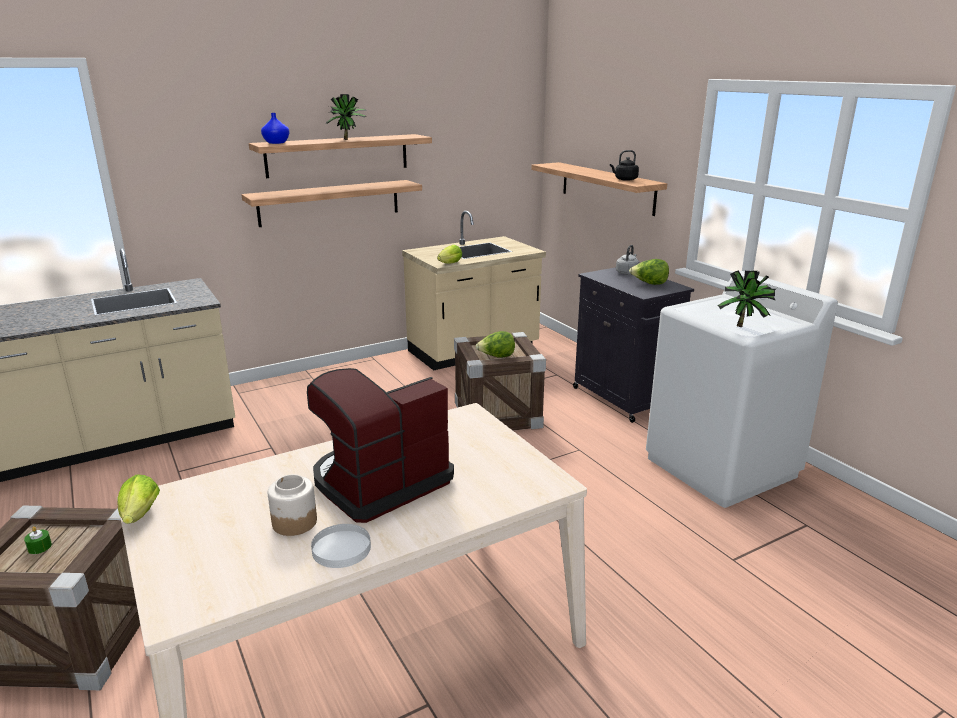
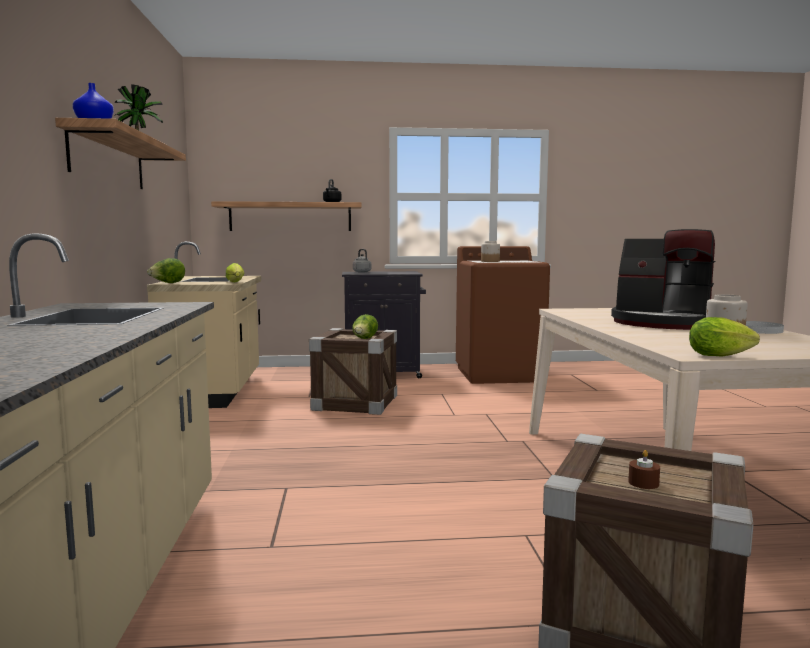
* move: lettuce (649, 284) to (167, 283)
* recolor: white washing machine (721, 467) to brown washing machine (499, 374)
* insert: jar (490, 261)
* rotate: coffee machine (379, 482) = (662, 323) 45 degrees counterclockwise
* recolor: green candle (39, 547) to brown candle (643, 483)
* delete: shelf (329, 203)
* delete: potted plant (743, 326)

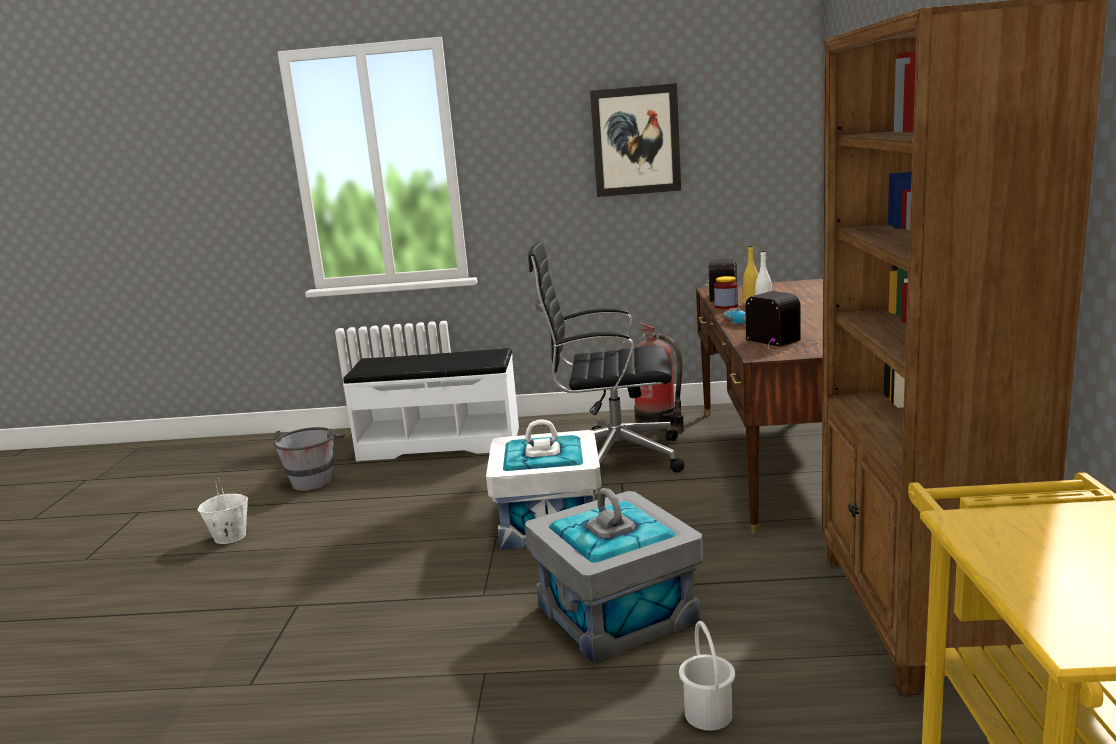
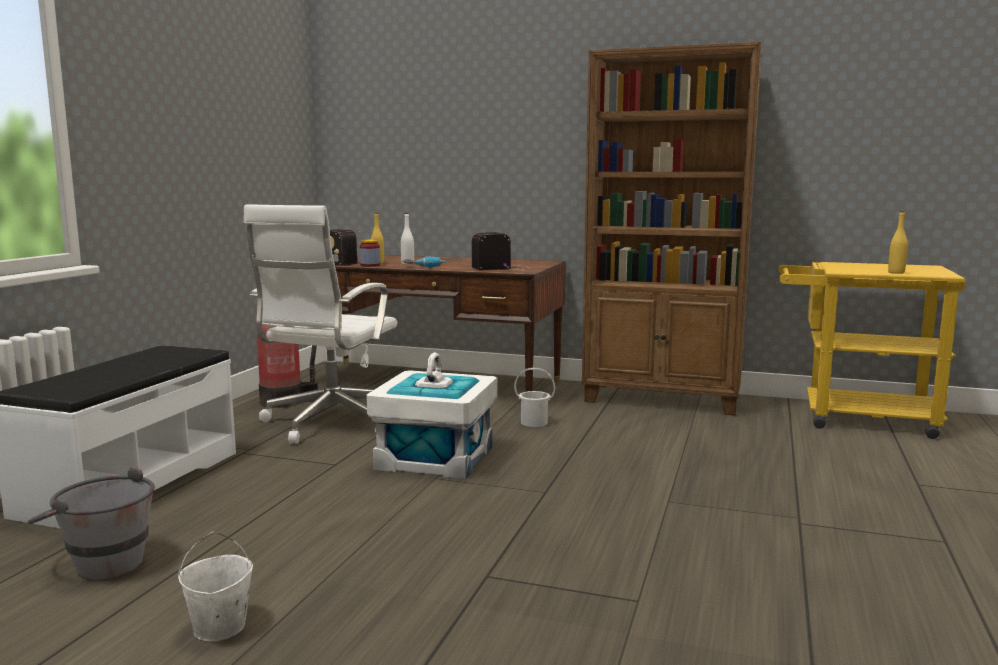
* recolor: black office chair (612, 458) to white office chair (329, 423)
* move: white bucket (709, 714) to (534, 422)
* insert: yellow bottle (896, 272)
* delete: grey storage box (617, 614)
* delete: picture (636, 141)

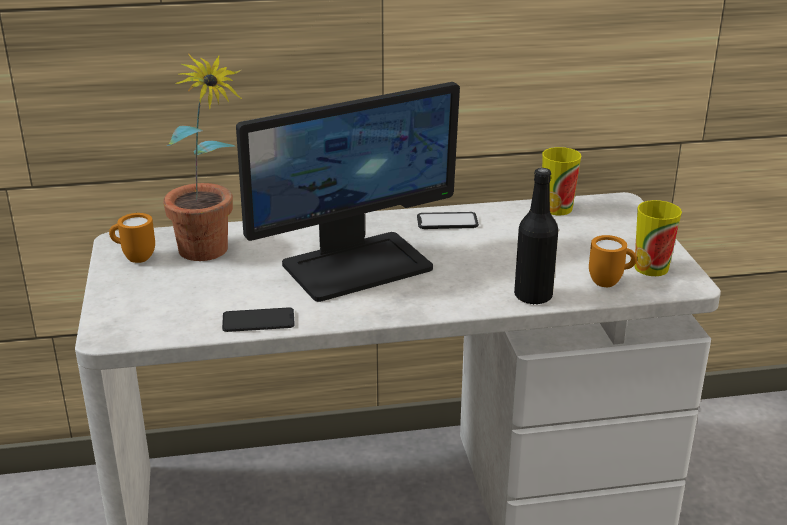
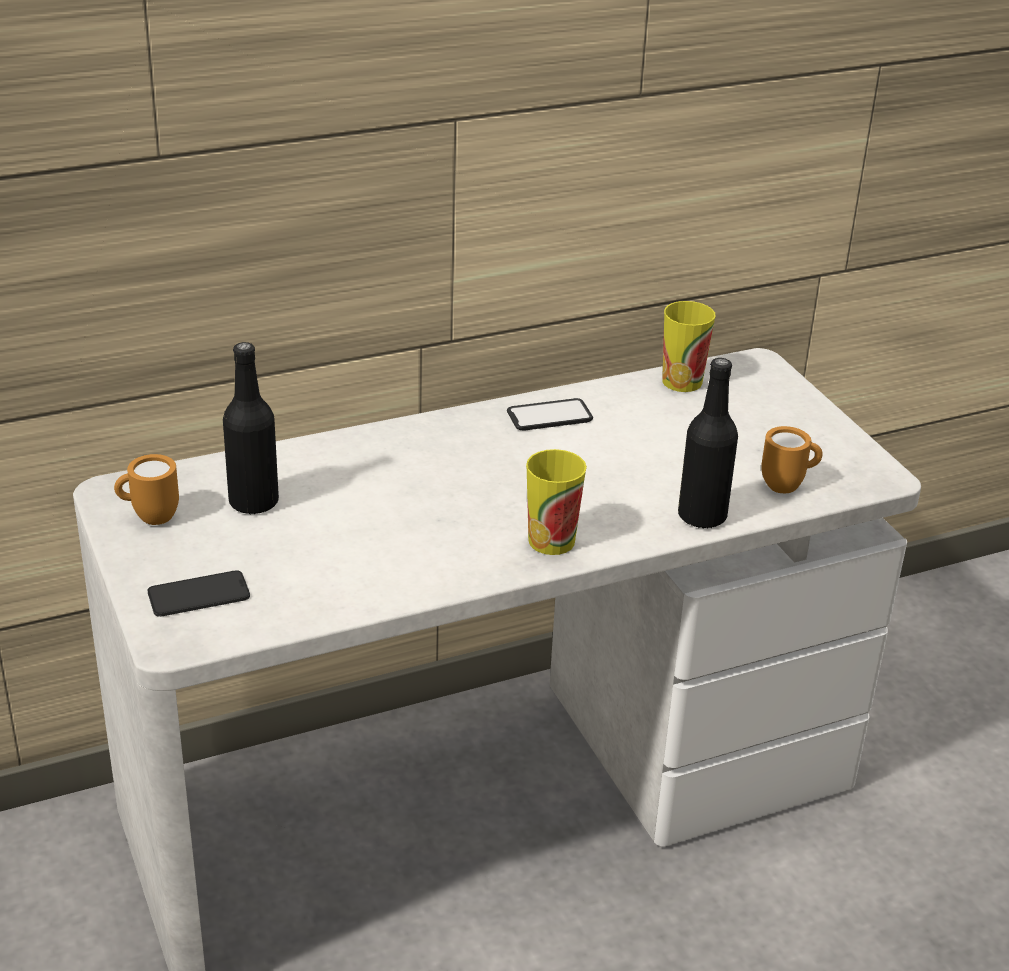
* move: phone (258, 321) to (199, 595)
* replace: potted plant (210, 255) to black bottle (253, 502)
* move: cup (651, 268) to (551, 541)
* delete: monitor (356, 265)

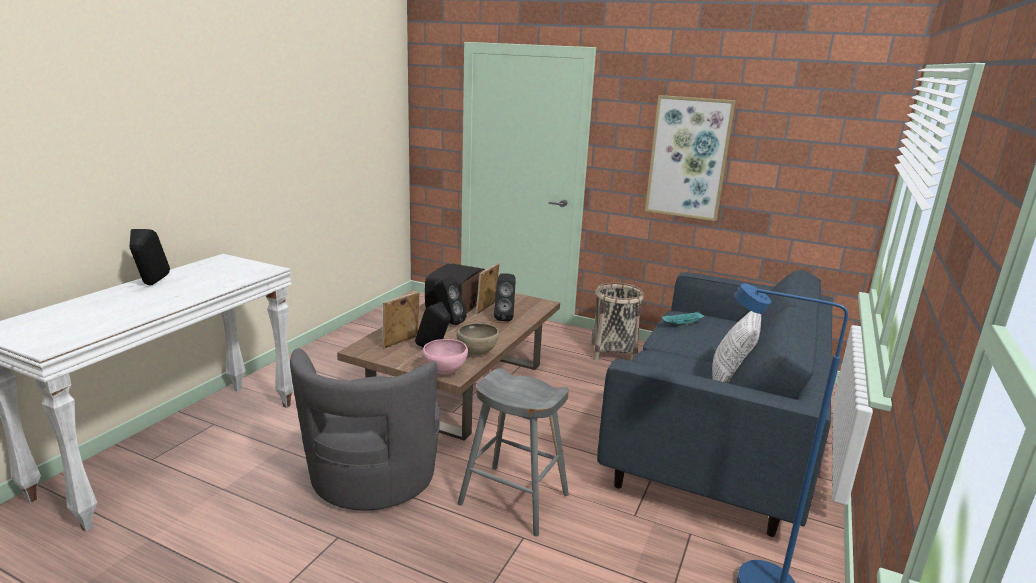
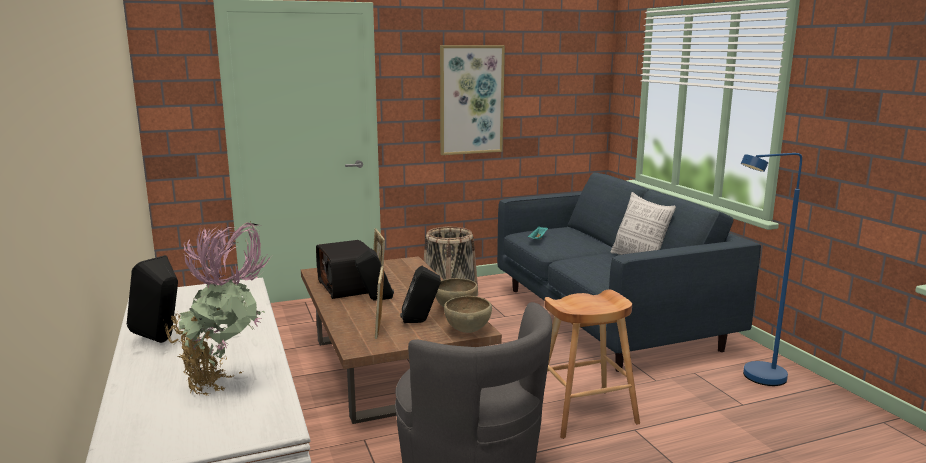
* insert: potted plant (226, 383)
* recolor: pink bowl (445, 372) to brown bowl (467, 331)
* recolor: grey stool (514, 499) to brown stool (585, 413)
* delete: black speaker (505, 318)

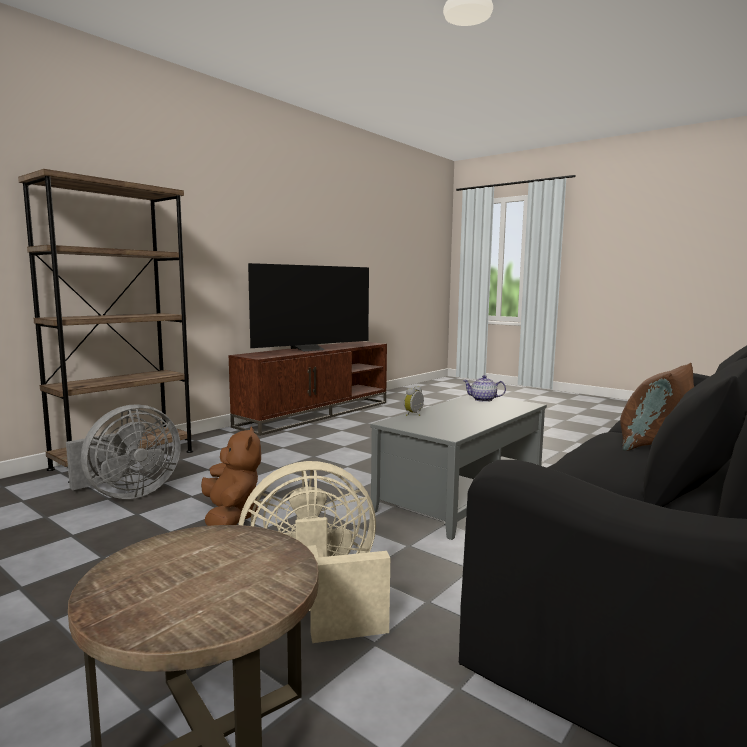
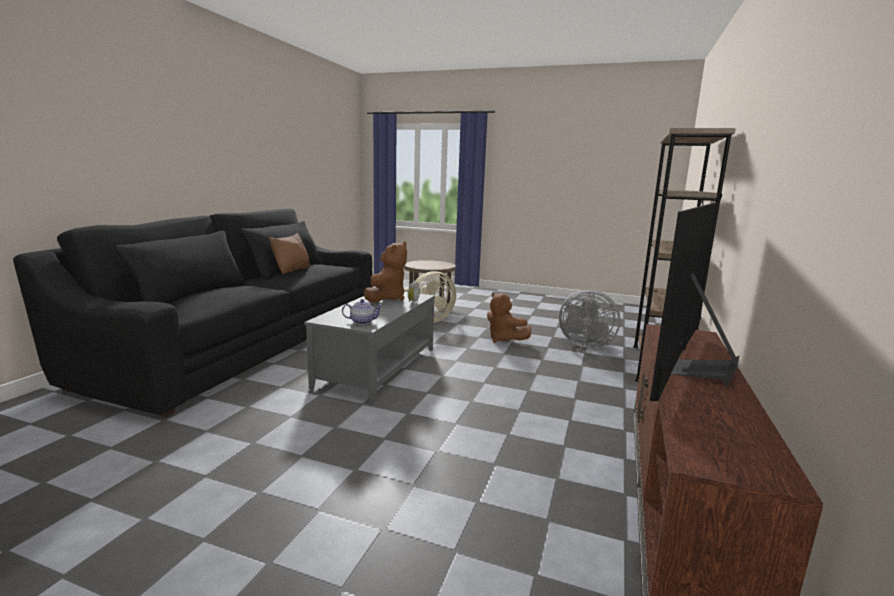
* insert: brown plush toy (386, 298)
* rotate: grey fan (127, 494) = (584, 344) 90 degrees counterclockwise

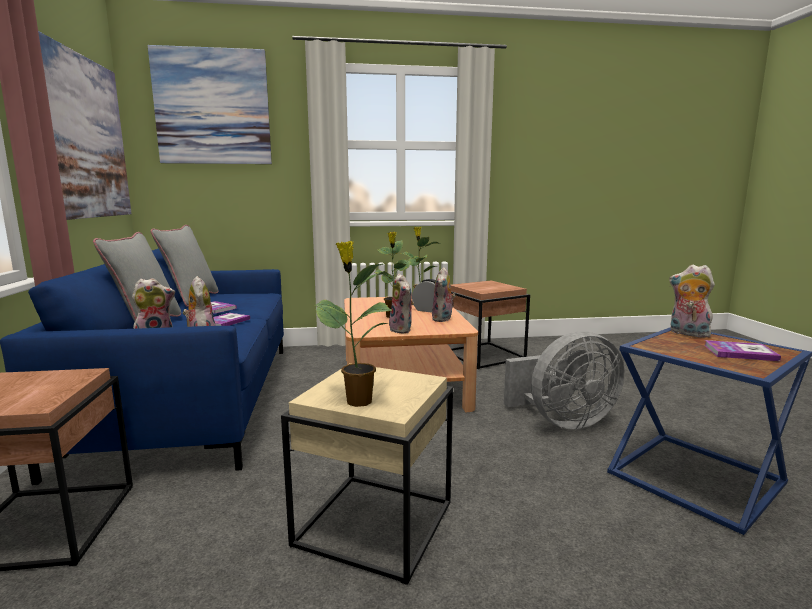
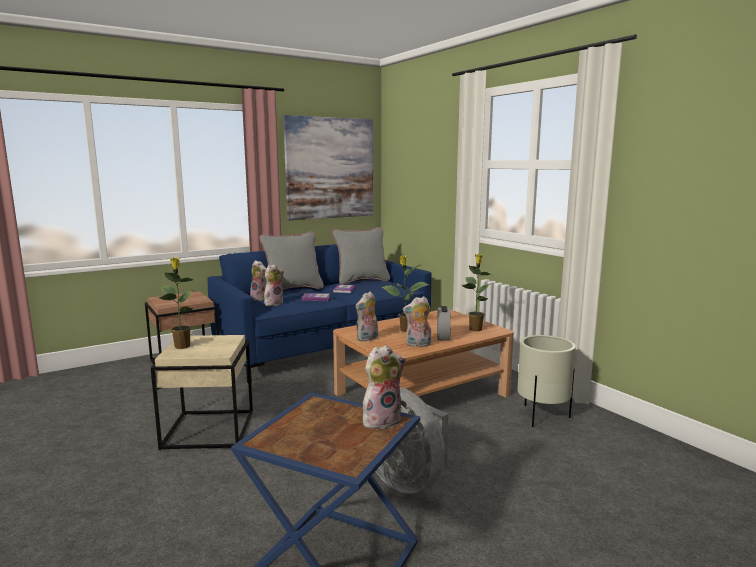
* rotate: plush toy (687, 334) = (381, 420) 45 degrees clockwise
* replace: brown side table (484, 355) to beige planter (542, 416)
* delete: picture (212, 107)
* delete: book (740, 352)

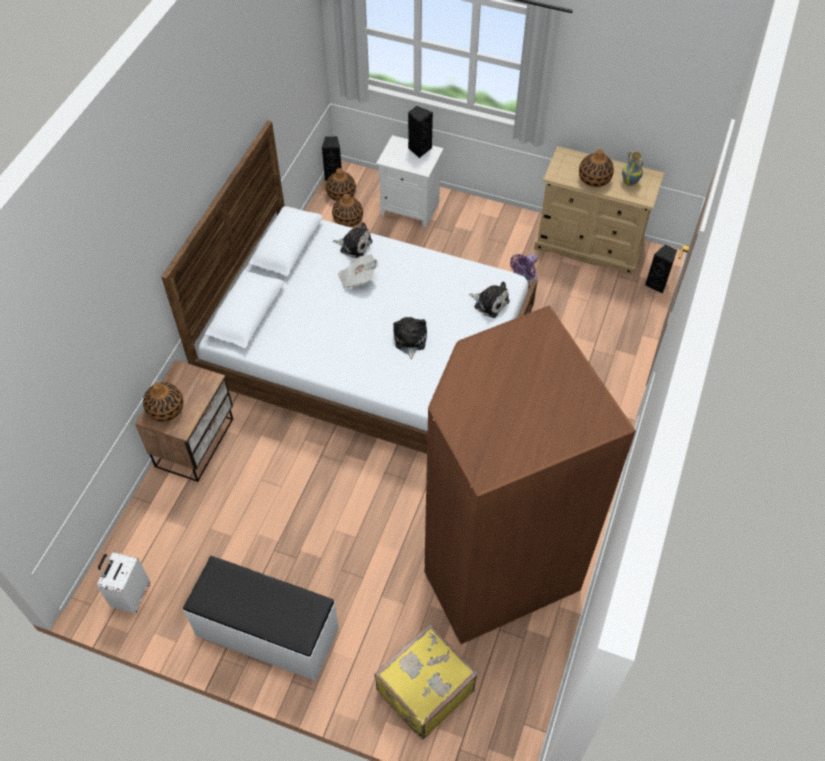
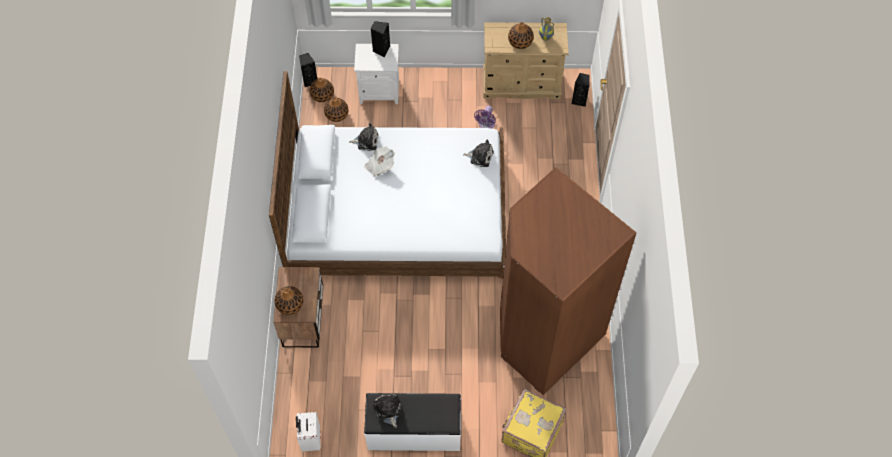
* move: plush toy (409, 341) to (388, 410)

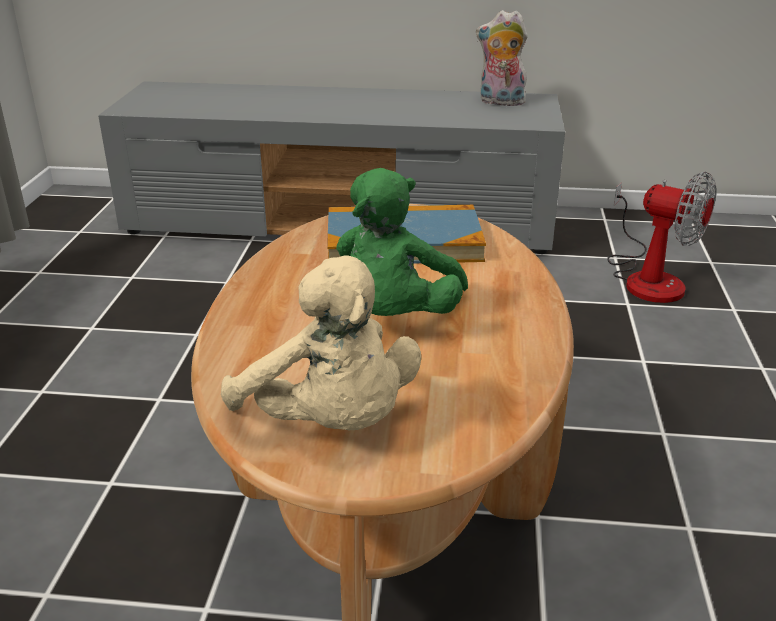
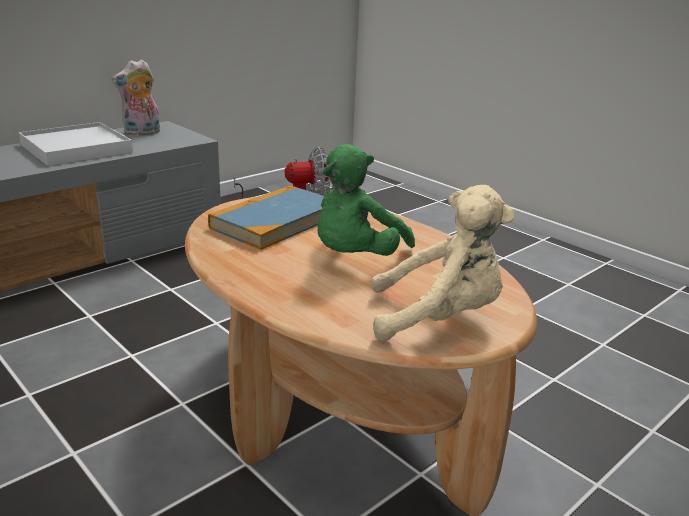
* insert: white tray (76, 148)
* rotate: green plush toy (395, 315) = (356, 258) 60 degrees clockwise

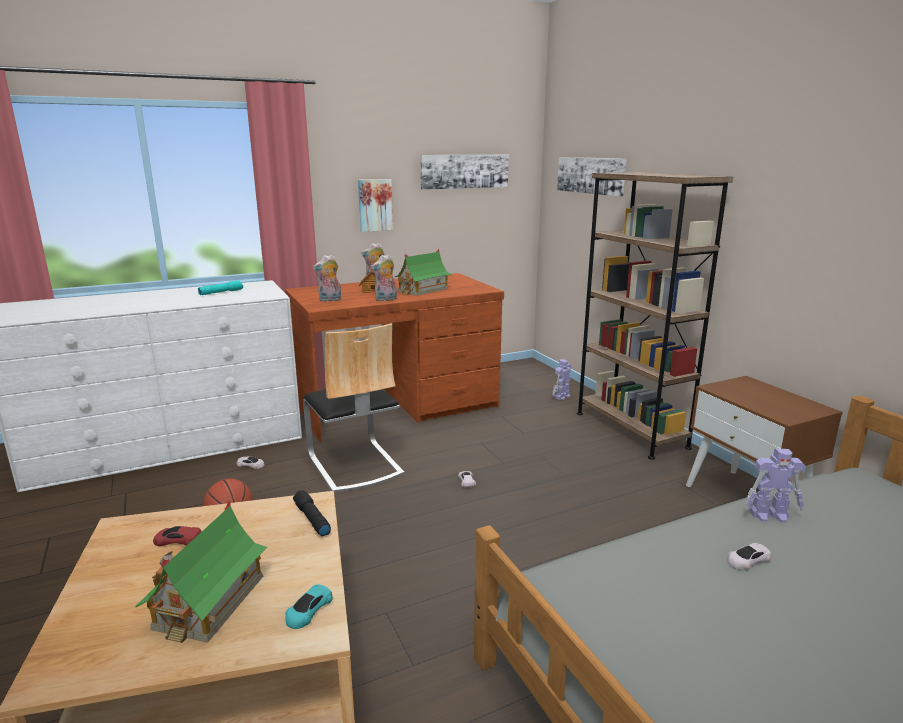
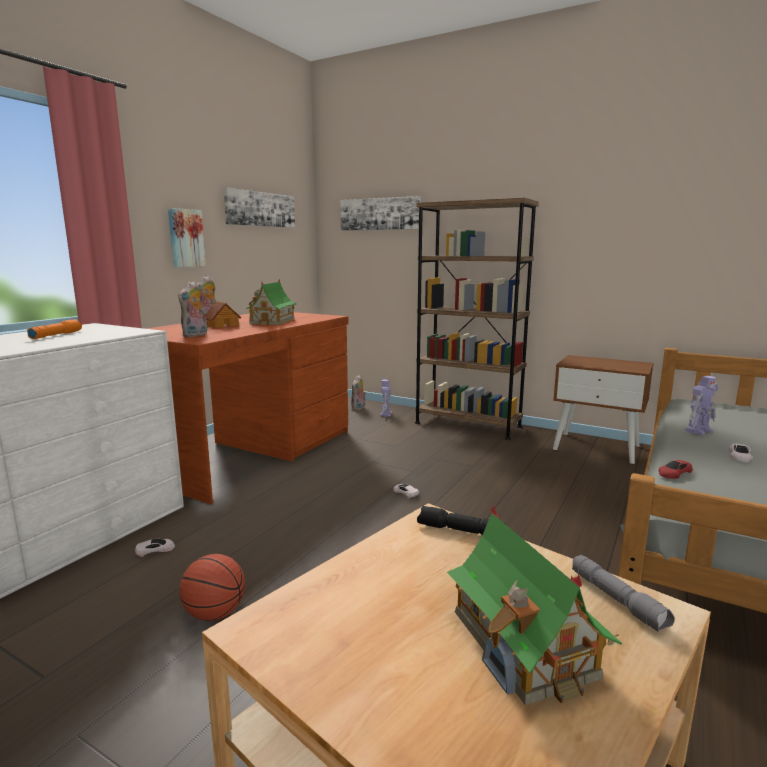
* recolor: turquoise flashlight (221, 292) to orange flashlight (56, 335)
* move: plush toy (386, 299) to (358, 408)
* replace: turquoise toy car (308, 610) to grey flashlight (618, 600)
* move: red toy car (177, 540) to (674, 472)
* delete: chair (354, 465)

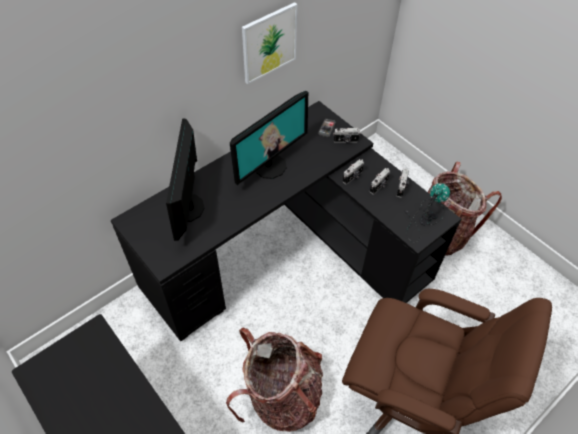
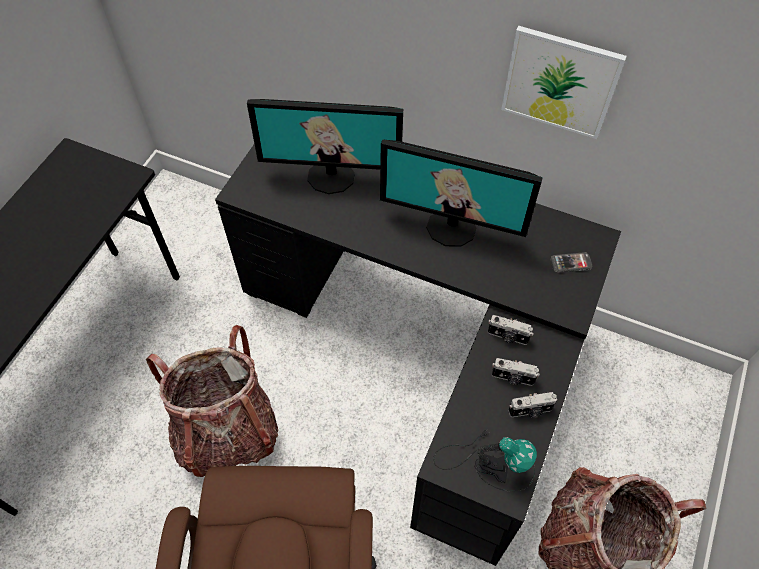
* rotate: monitor (189, 208) = (331, 176) 150 degrees counterclockwise
* delete: photo camera (346, 141)

